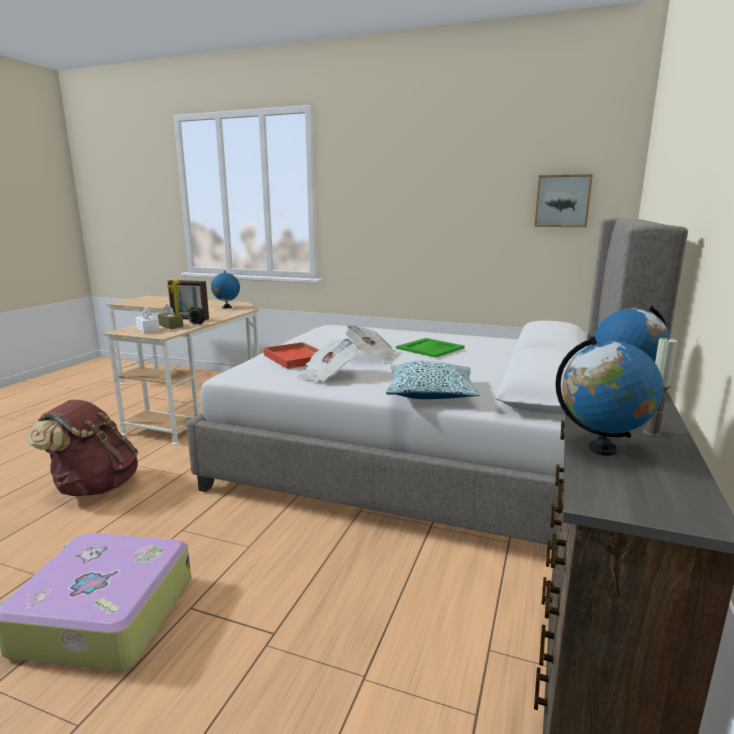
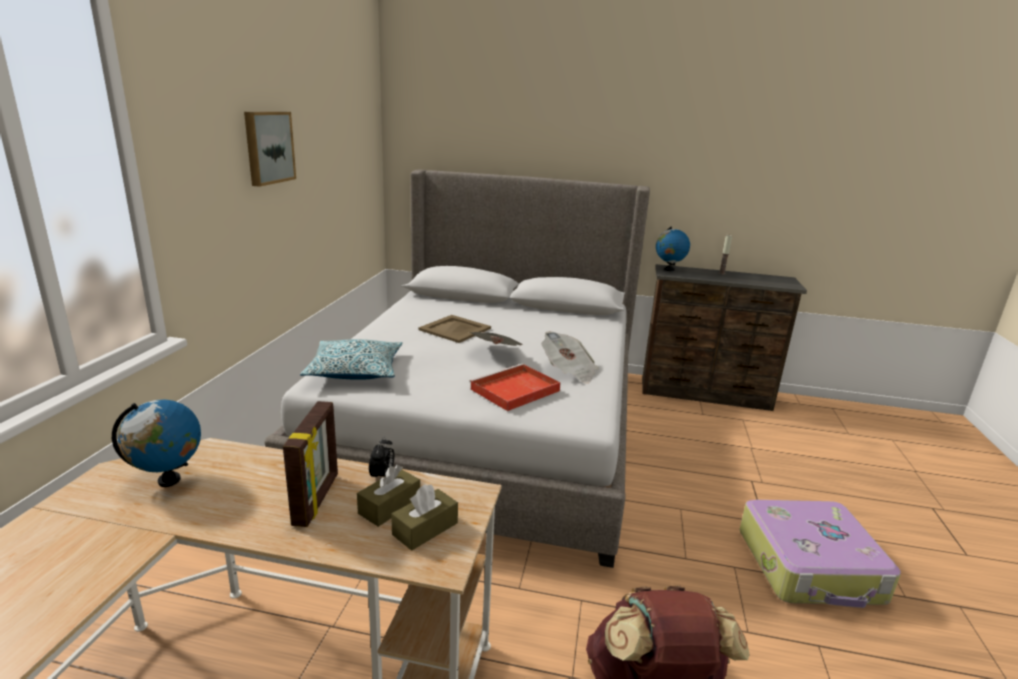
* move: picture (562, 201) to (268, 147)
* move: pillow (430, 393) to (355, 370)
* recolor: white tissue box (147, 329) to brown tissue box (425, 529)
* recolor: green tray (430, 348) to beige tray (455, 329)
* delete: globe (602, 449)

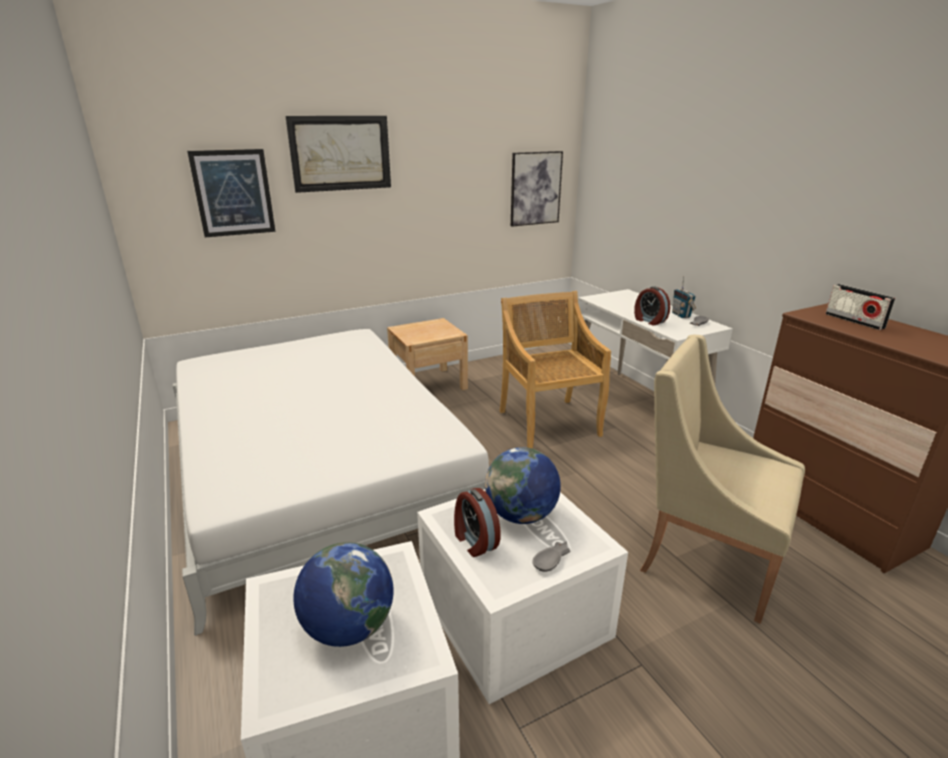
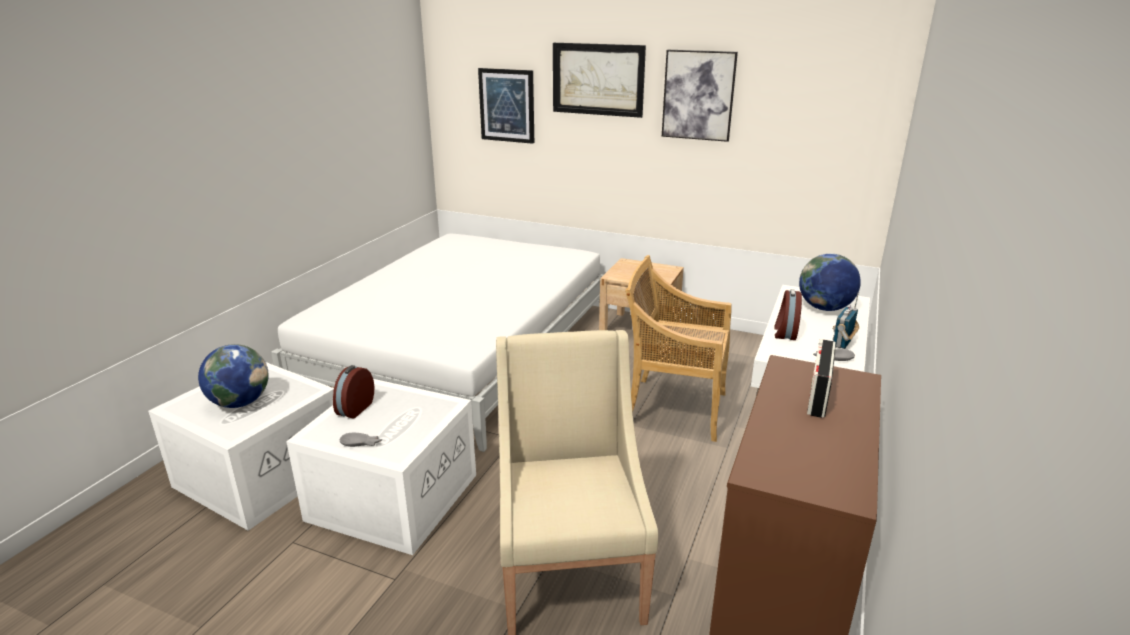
* rotate: beige chair (548, 422) = (673, 408) 105 degrees counterclockwise
* move: picture (535, 188) to (698, 95)
* move: globe (521, 515) to (824, 308)

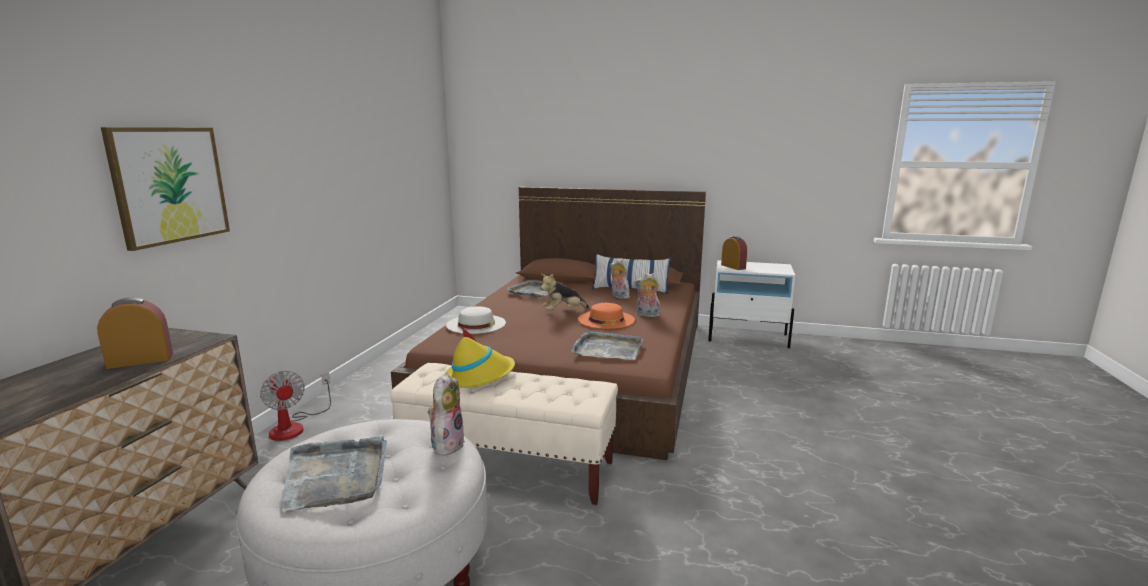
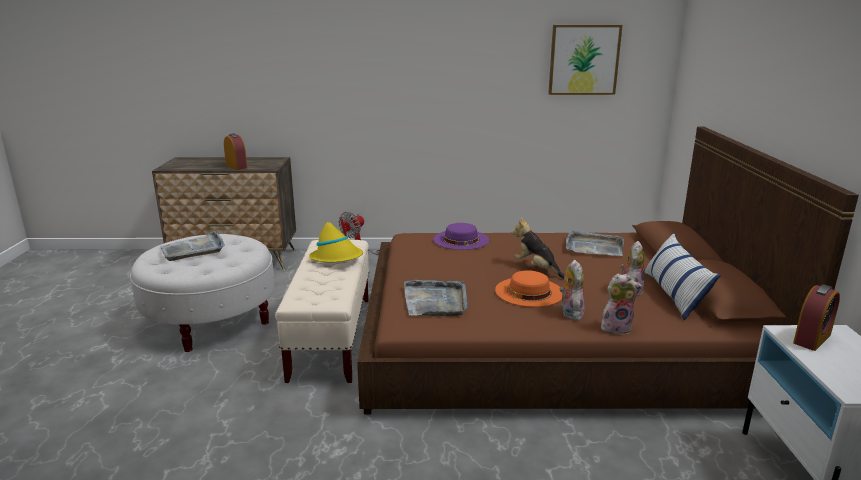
* recolor: white hat (476, 324) to purple hat (461, 239)
* move: picture (169, 185) to (584, 60)
* move: plush toy (447, 444) to (616, 328)

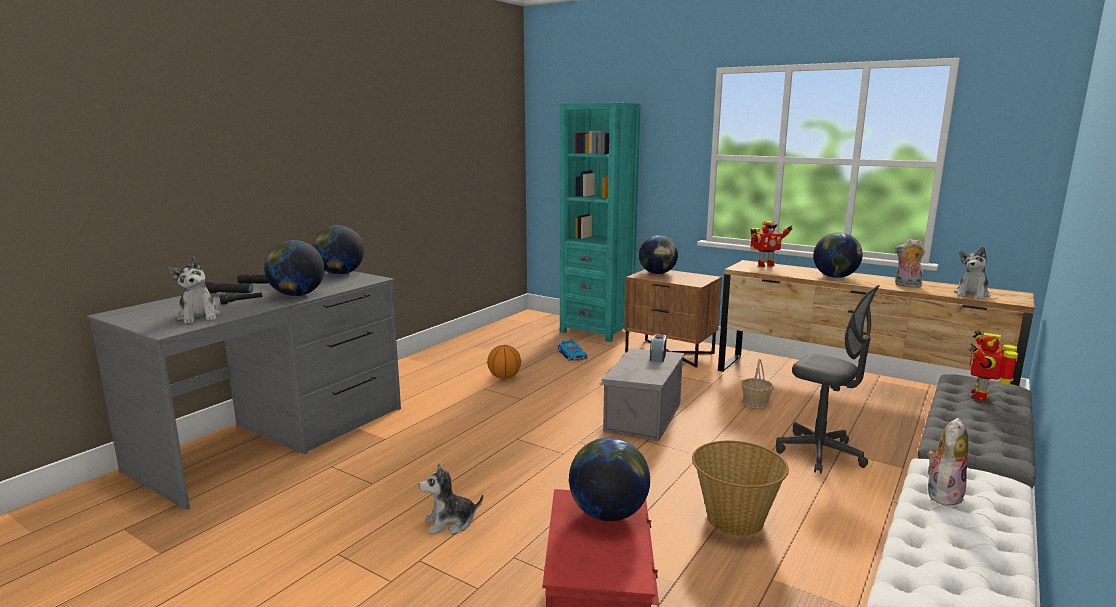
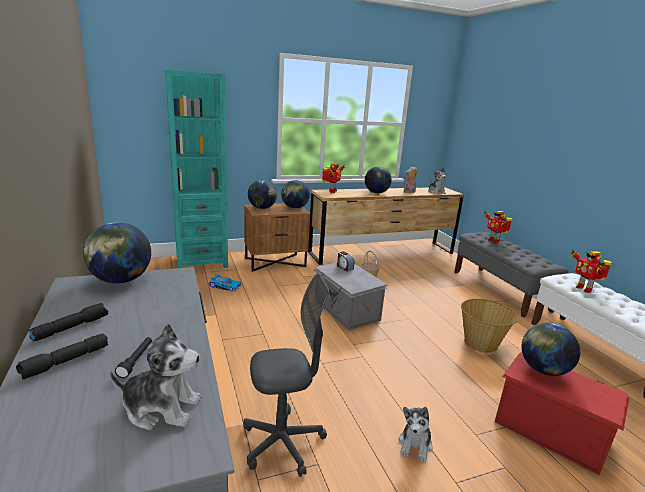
* move: grey office chair (820, 453) to (282, 443)
* move: globe (297, 295) to (294, 207)
* replace: plush toy (942, 494) to toy robot (584, 289)
* delete: basketball (504, 377)

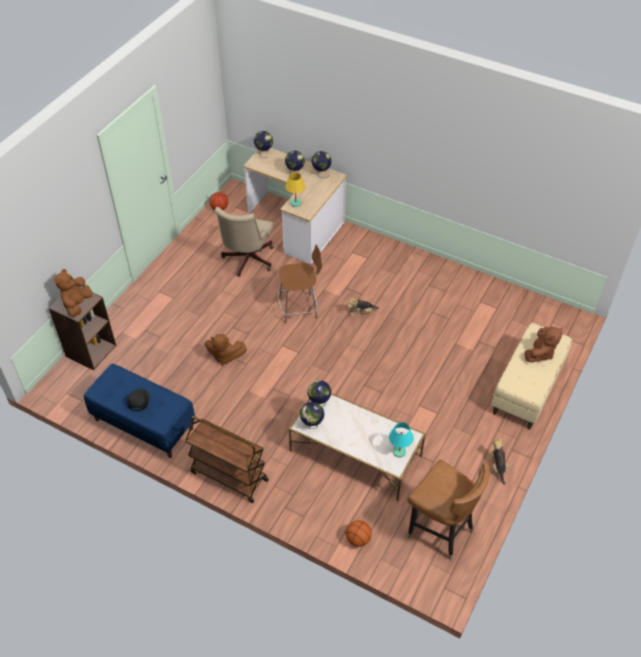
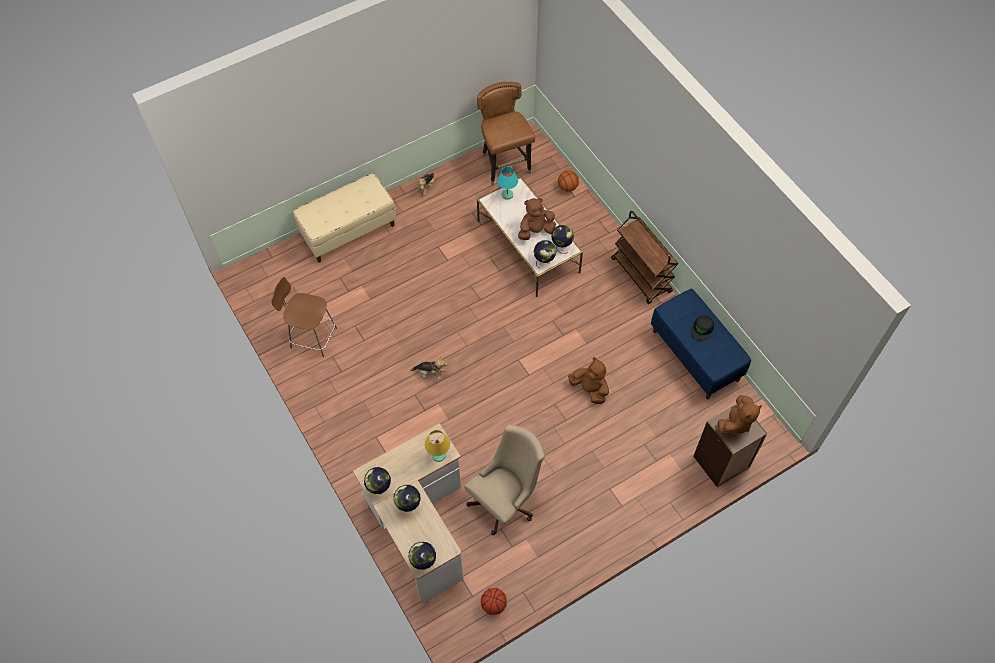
* move: brown stool (299, 308) to (312, 337)
* move: brown plush toy (540, 353) to (535, 231)

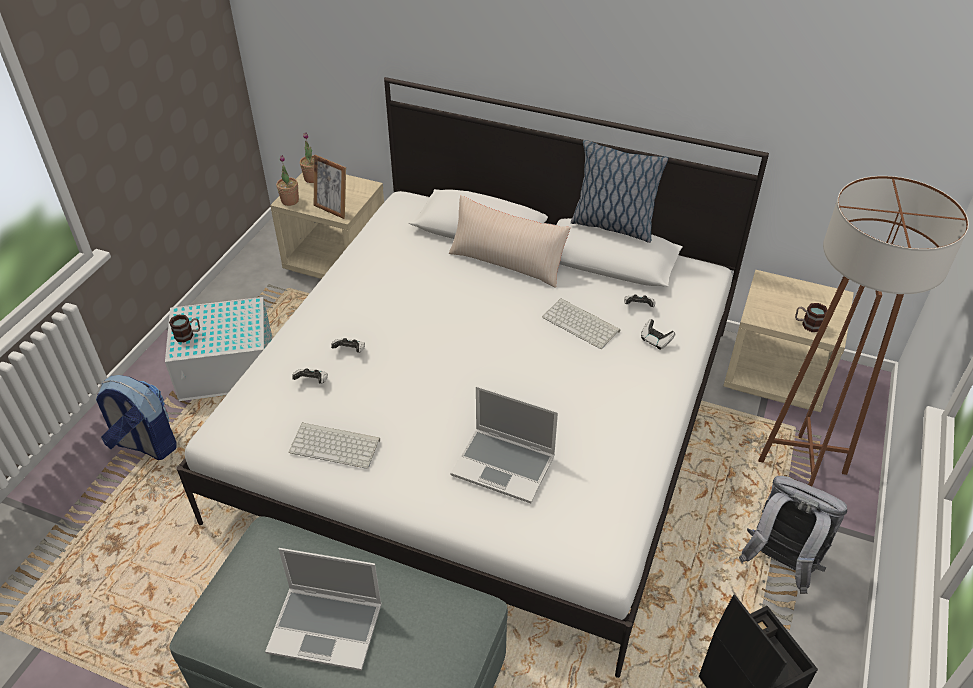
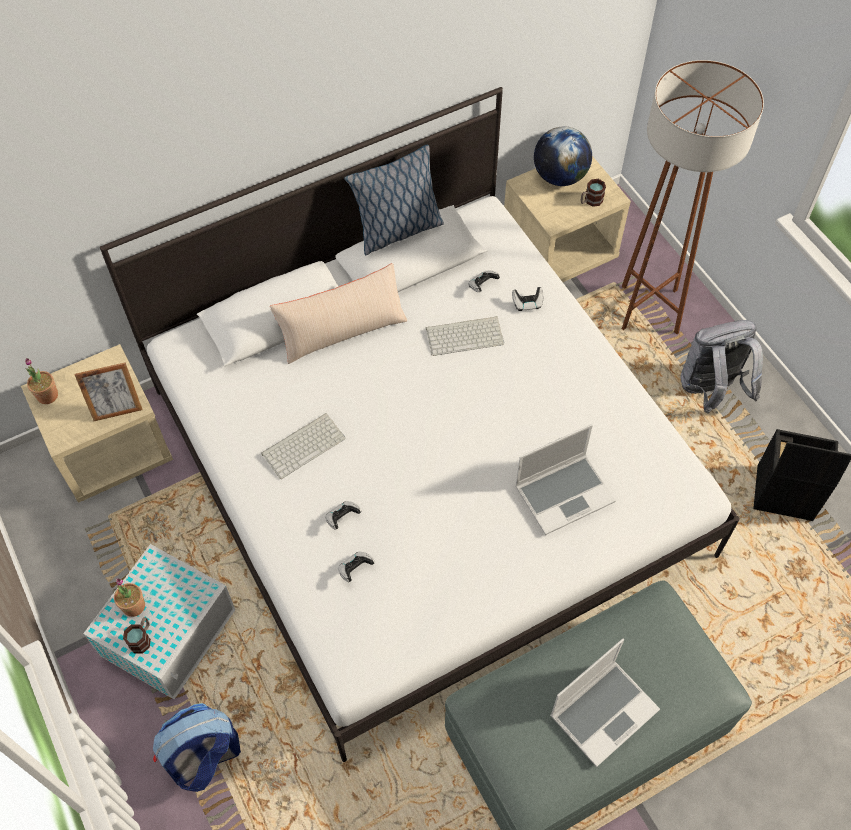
* move: potted plant (290, 201) to (134, 606)
* move: keyboard (336, 445) to (303, 444)
* insert: globe (560, 176)

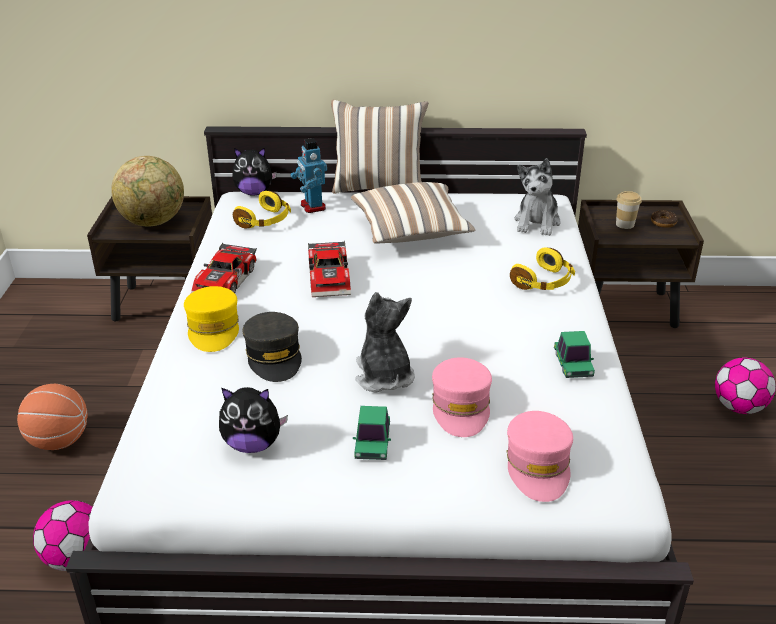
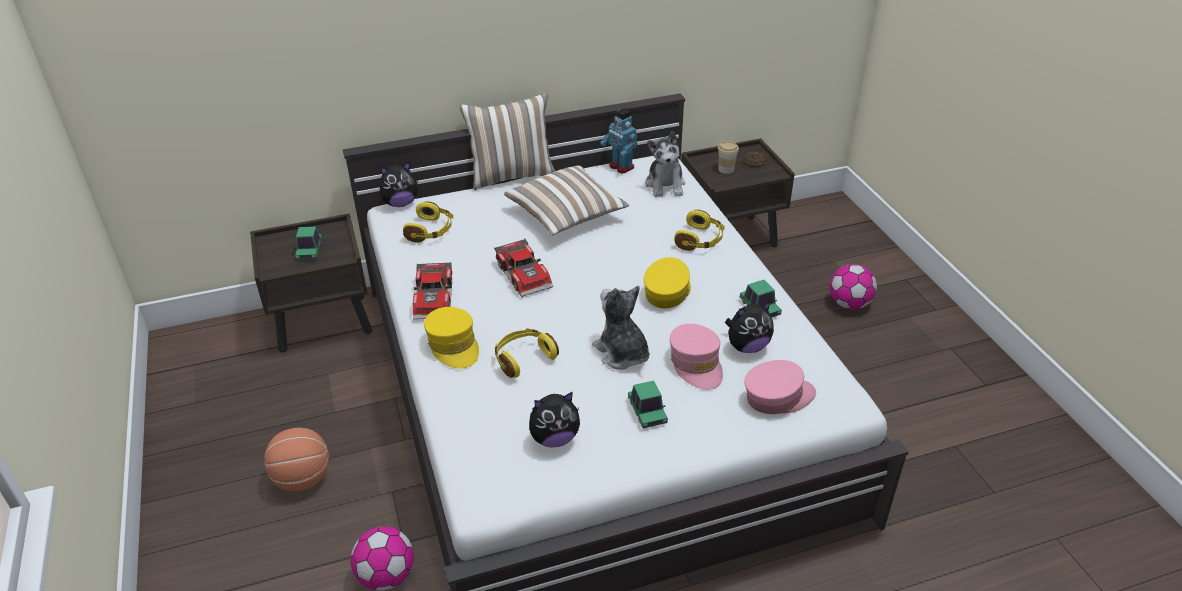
* replace: globe (153, 222) to toy car (309, 250)
* replace: grey cap (274, 356) to yellow headphones (523, 358)
* move: toy robot (312, 206) to (621, 167)
* insert: yellow cap (667, 291)
* insert: plush toy (747, 346)
* rotate: pink cap (538, 465) = (778, 397) 90 degrees counterclockwise

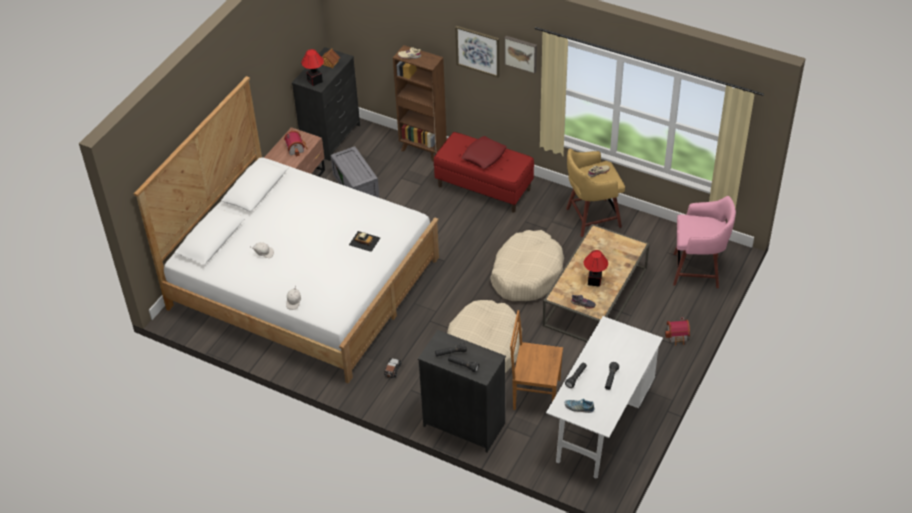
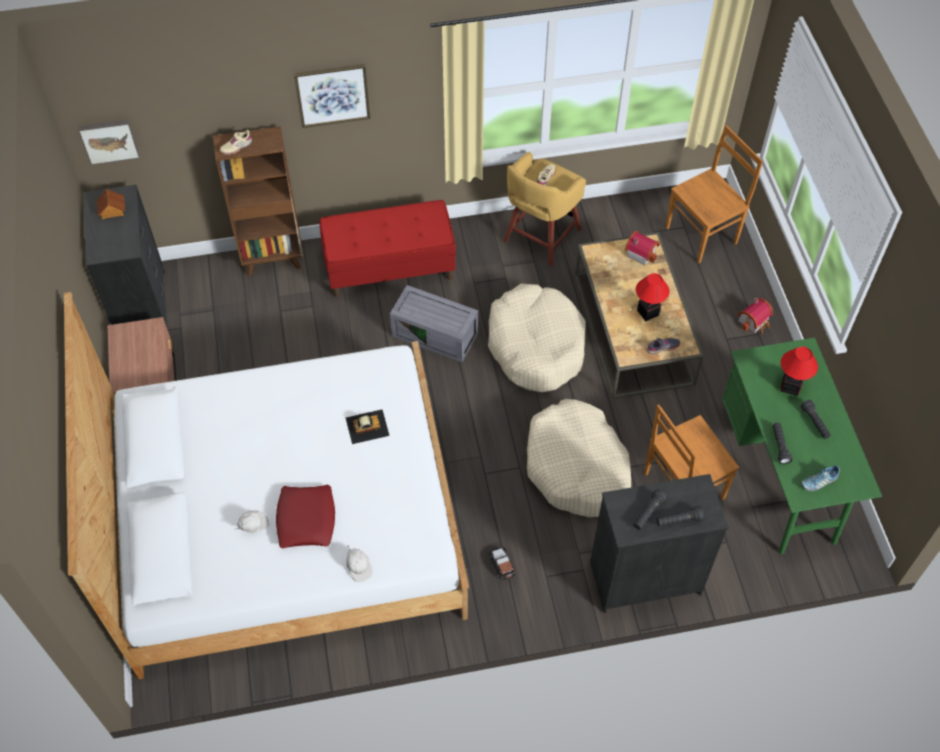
* move: picture (521, 53) to (109, 140)
* move: red pillow (484, 155) to (306, 519)
* move: grey storage box (357, 186) to (436, 334)
* move: toy house (296, 148) to (641, 252)
* replace: pink stool (698, 271) to brown chair (703, 234)
* recolor: white desk (602, 424) to green desk (780, 475)
* move: table lamp (314, 81) to (790, 386)

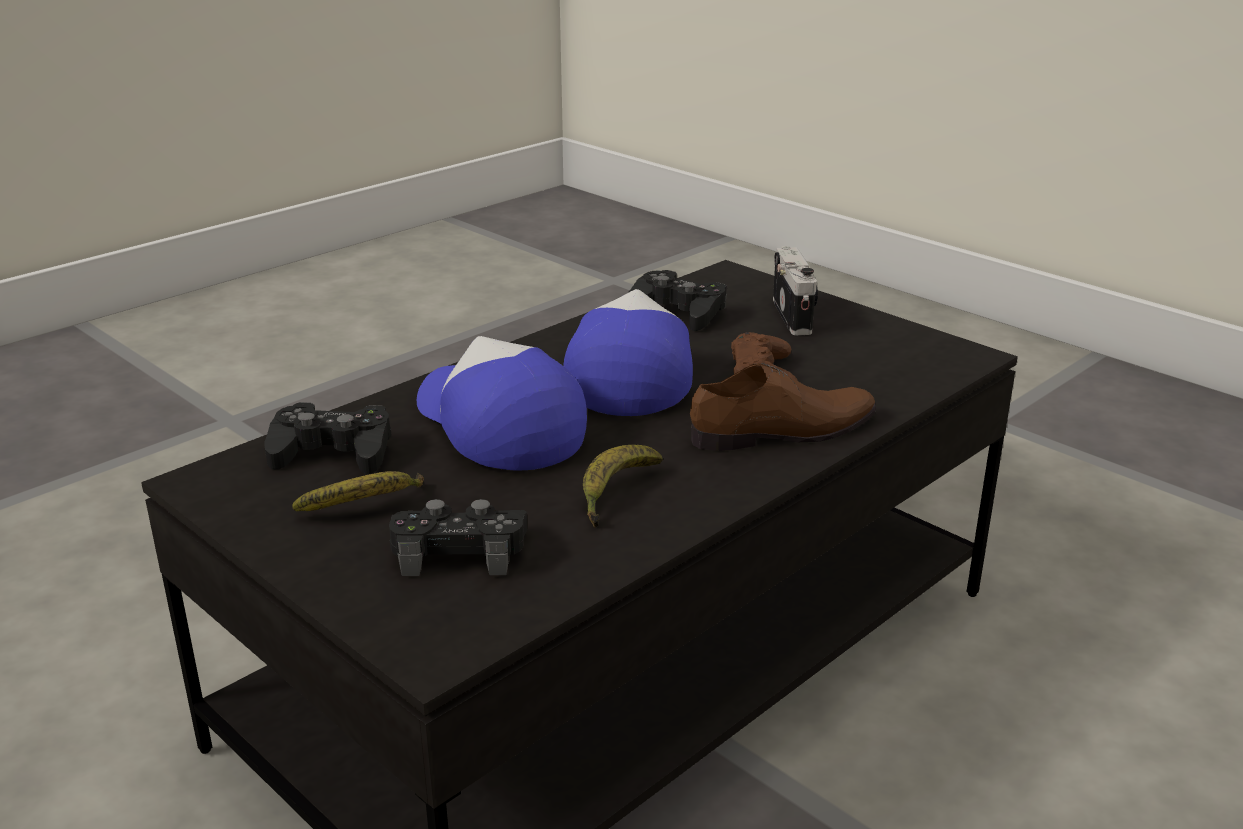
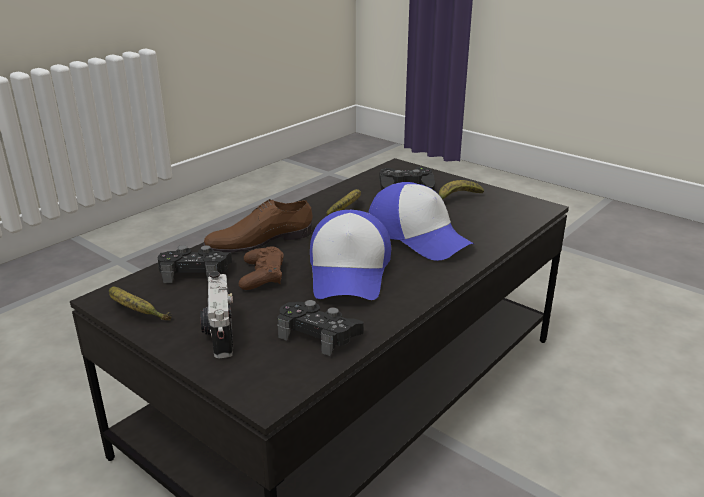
* insert: banana (135, 312)
* move: black game controller (332, 452) to (195, 272)

